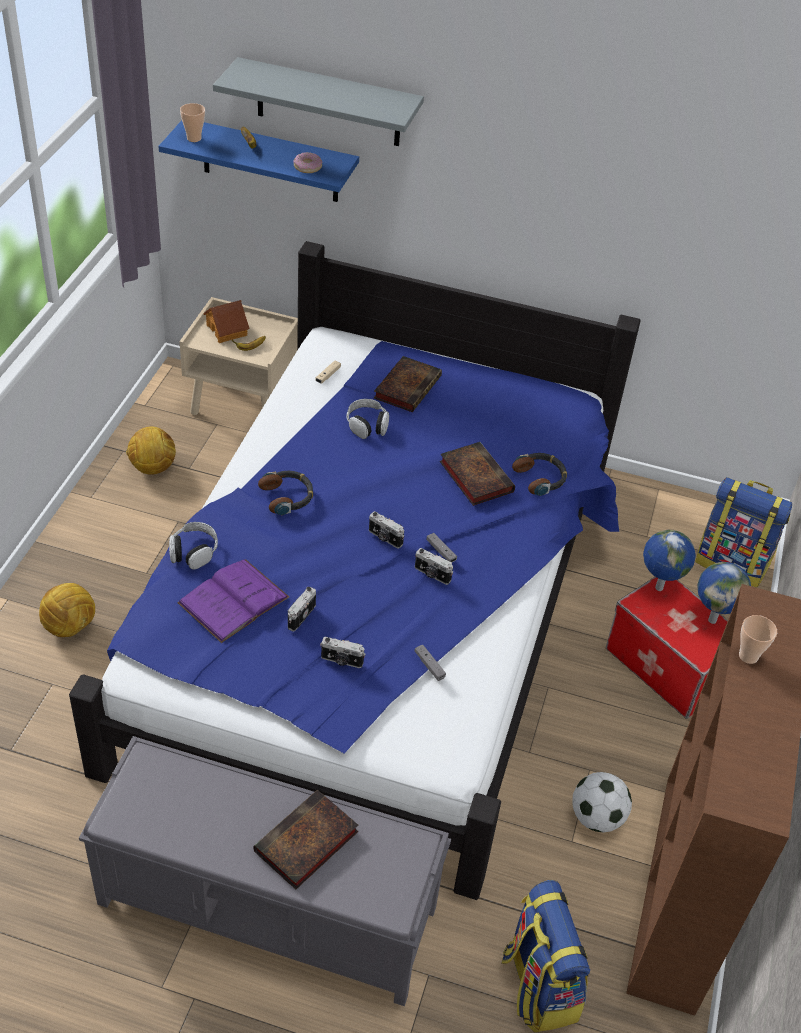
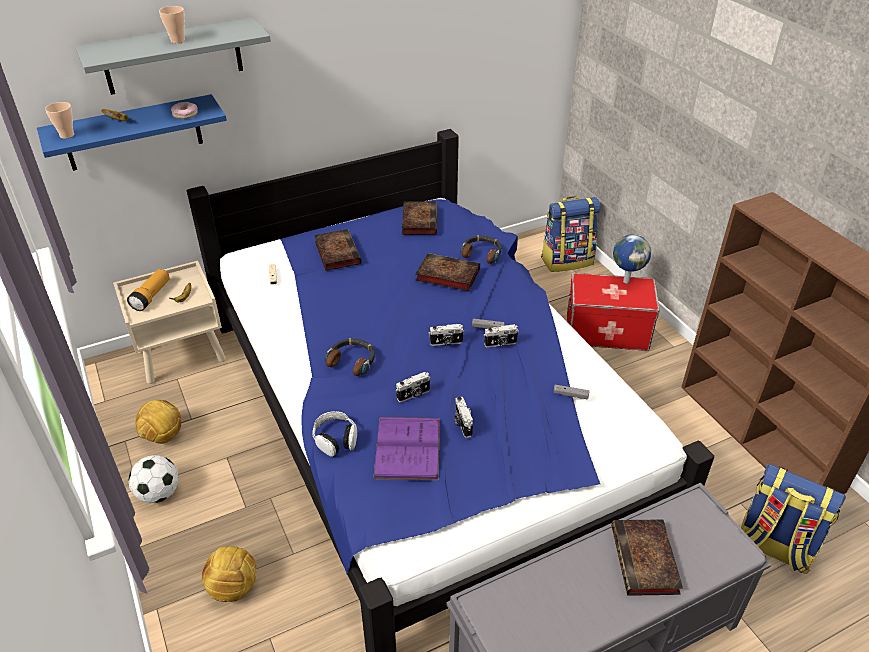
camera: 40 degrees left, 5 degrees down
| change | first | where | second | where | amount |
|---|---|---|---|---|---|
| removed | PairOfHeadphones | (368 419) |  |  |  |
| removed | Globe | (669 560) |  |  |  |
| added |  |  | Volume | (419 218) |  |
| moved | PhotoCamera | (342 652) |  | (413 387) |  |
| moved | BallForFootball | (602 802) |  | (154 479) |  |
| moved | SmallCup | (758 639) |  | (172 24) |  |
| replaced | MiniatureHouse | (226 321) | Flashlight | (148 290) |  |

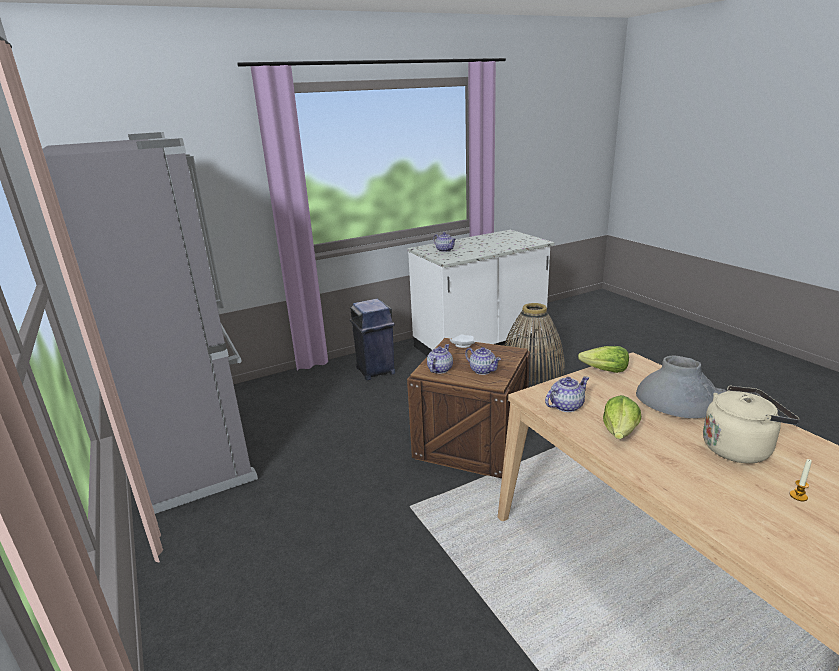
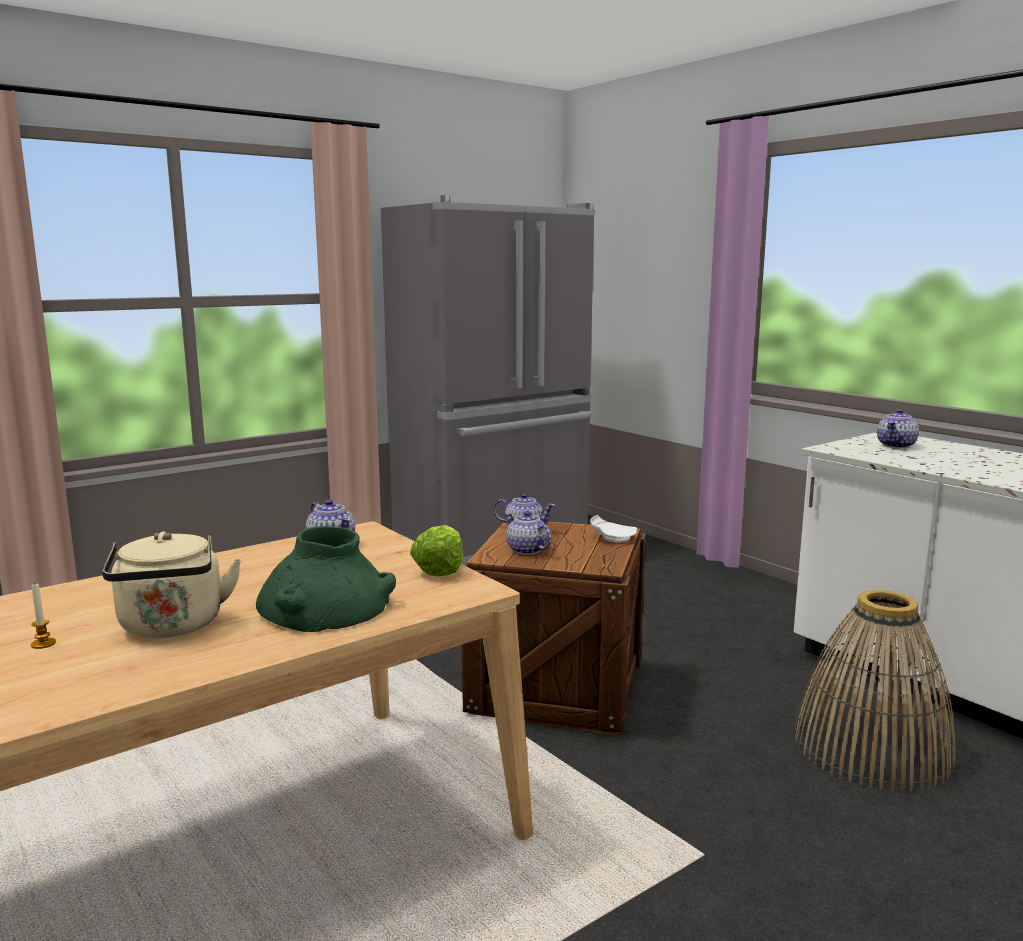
camera: 80 degrees right, 10 degrees down
| change | first | where | second | where | amount |
|---|---|---|---|---|---|
| removed | BlueRubbishBin | (372 339) |  |  |  |
| removed | HeadOfLettuce | (622 417) |  |  |  |
| recoloured | GreyVase | (681 387) | GreenVase | (326 579) |  |
| turned | TeaPot | (483 361) |  | (528 533) | 105 degrees clockwise |

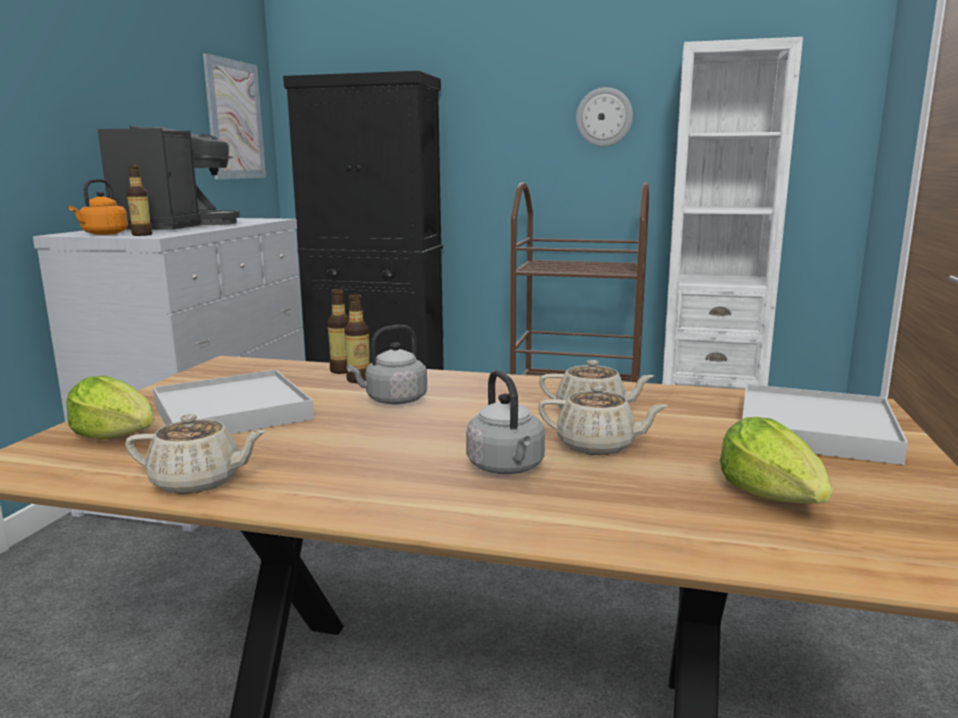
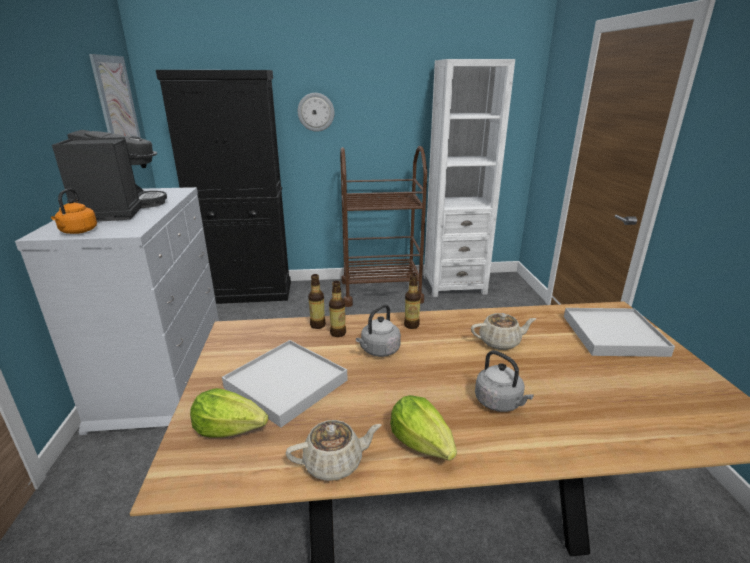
camera: 20 degrees left, 10 degrees up
| change | first | where | second | where | amount |
|---|---|---|---|---|---|
| removed | BeigeTeaPot | (603 420) |  |  |  |
| moved | BeverageBottle | (139 200) |  | (412 301) |  |
| moved | ClockOnTheWall | (604 117) |  | (316 112) |  |
| moved | HeadOfLettuce | (776 460) |  | (423 428) |  |

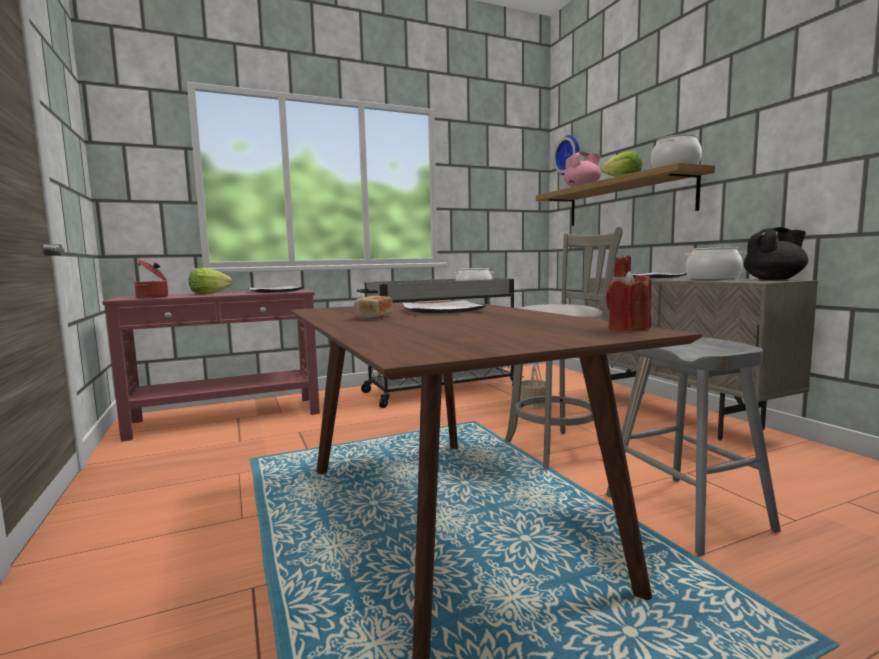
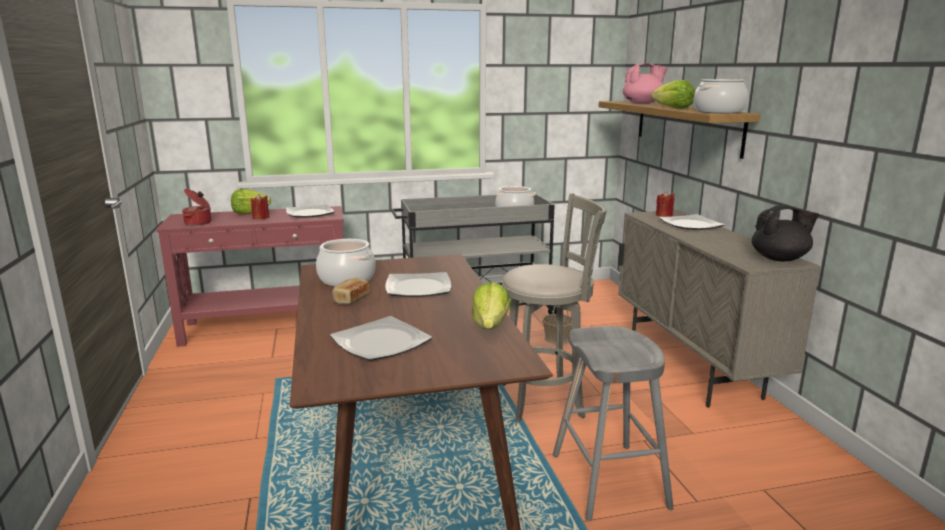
camera: 10 degrees right, 10 degrees up
| change | first | where | second | where | amount |
|---|---|---|---|---|---|
| removed | ClockOnTheWall | (566 155) |  |  |  |
| added |  |  | DinnerPlate | (381 338) |  |
| added |  |  | HeadOfLettuce | (491 305) |  |
| moved | ReddishCandle | (628 301) |  | (260 206) |  |
| moved | CookingPot | (715 263) |  | (346 262) |  |

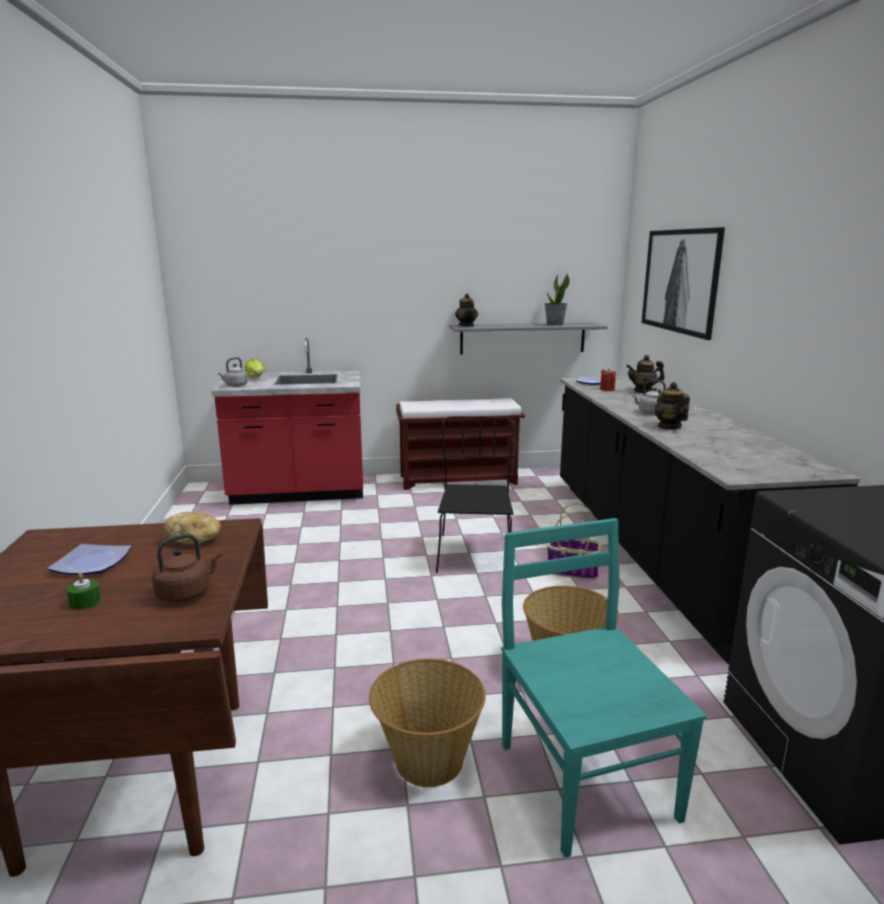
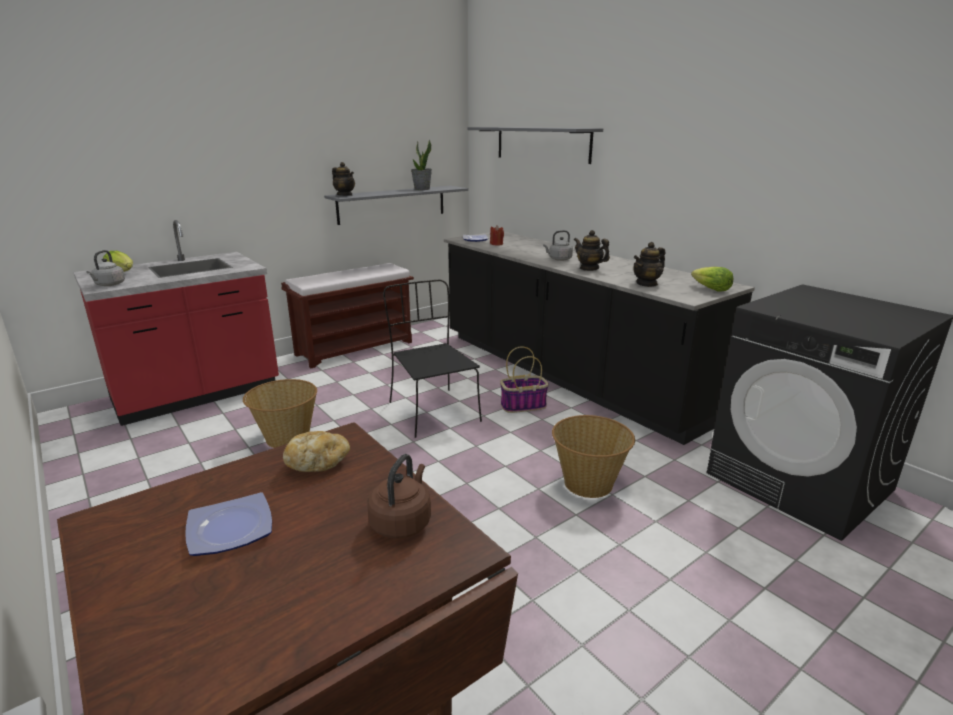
camera: 30 degrees left, 5 degrees up
| change | first | where | second | where | amount |
|---|---|---|---|---|---|
| removed | GreenCandle | (84 591) |  |  |  |
| removed | BlueGreenPlainChair | (604 688) |  |  |  |
| added |  |  | HeadOfLettuce | (712 279) |  |
| moved | StorageBasket | (427 723) |  | (280 413) |  |
| moved | TeaPot | (645 374) |  | (649 264) |  |
| replaced | WallArt | (683 283) | GreyWallShelf | (535 145) |  |

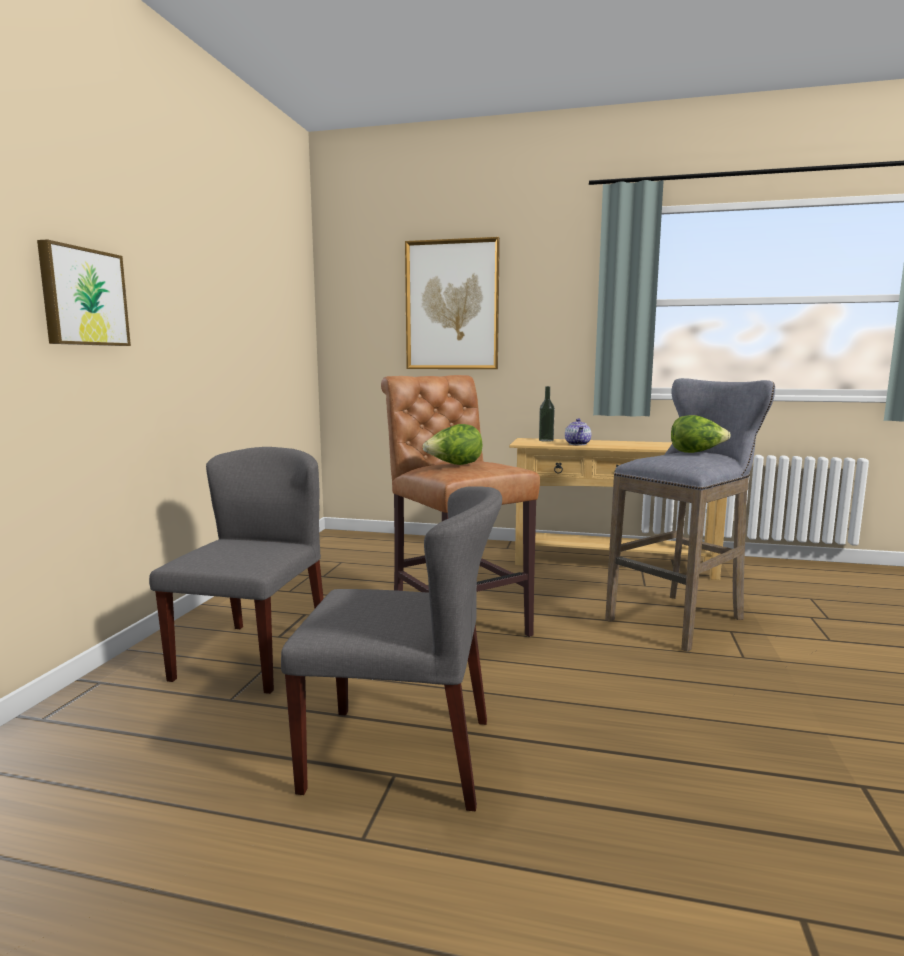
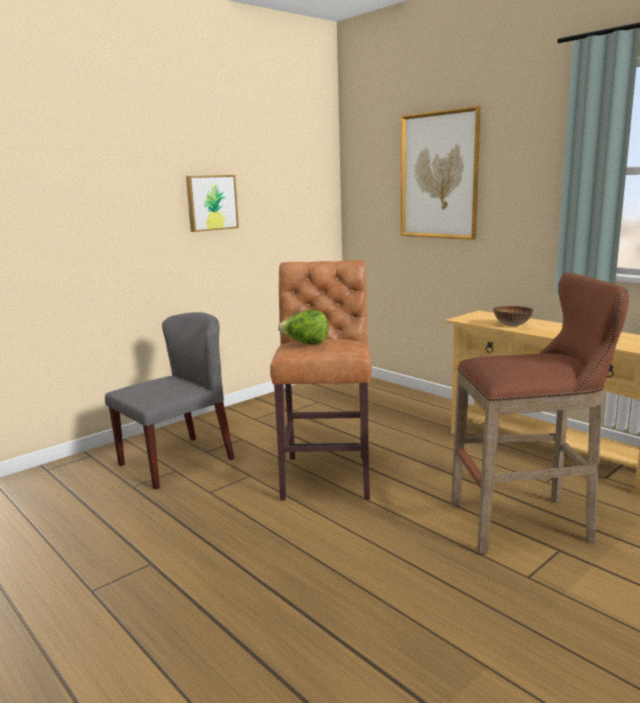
camera: 35 degrees right, 5 degrees up
| change | first | where | second | where | amount |
|---|---|---|---|---|---|
| removed | GreyPlainChair | (391 648) |  |  |  |
| removed | BeverageBottle | (547 414) |  |  |  |
| removed | HeadOfLettuce | (701 434) |  |  |  |
| moved | WallArt | (84 292) |  | (212 203) |  |
| replaced | TeaPot | (578 431) | Bowl | (513 316) |  |
| recoloured | GreyStoolSeat | (690 515) | BrownStoolSeat | (540 413) |  |

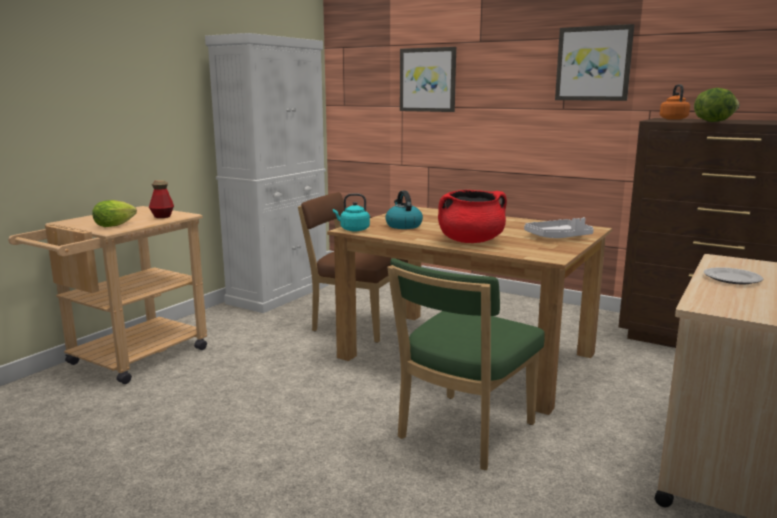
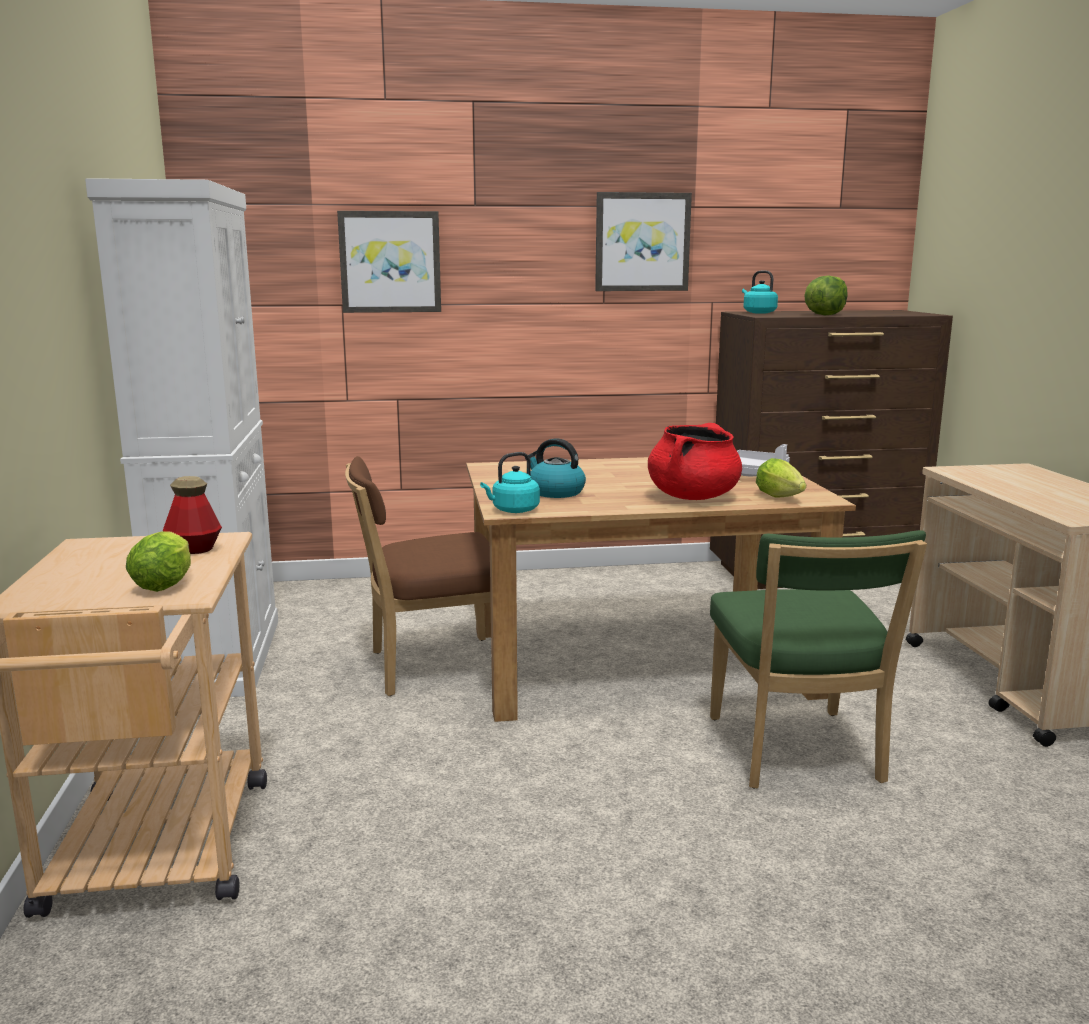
camera: 40 degrees left, 0 degrees up
| change | first | where | second | where | amount |
|---|---|---|---|---|---|
| removed | DinnerPlate | (733 275) |  |  |  |
| added |  |  | HeadOfLettuce | (781 478) |  |
| recoloured | OrangeyKettle | (675 102) | BlueGreenKettle | (760 292) |  |

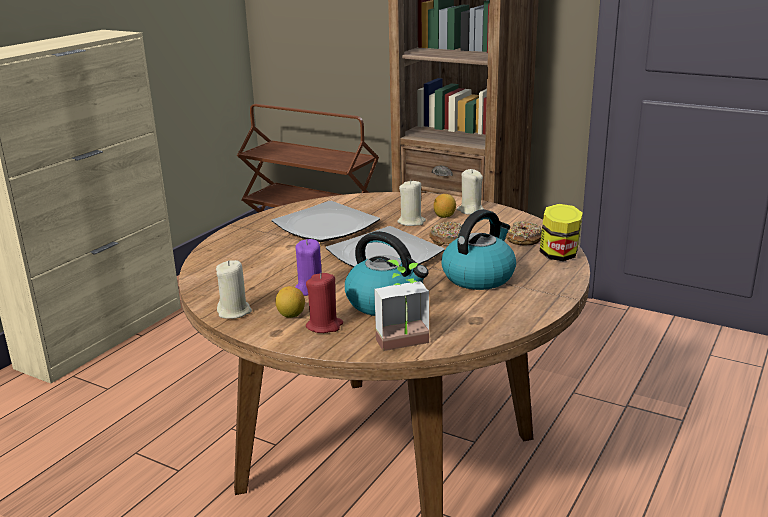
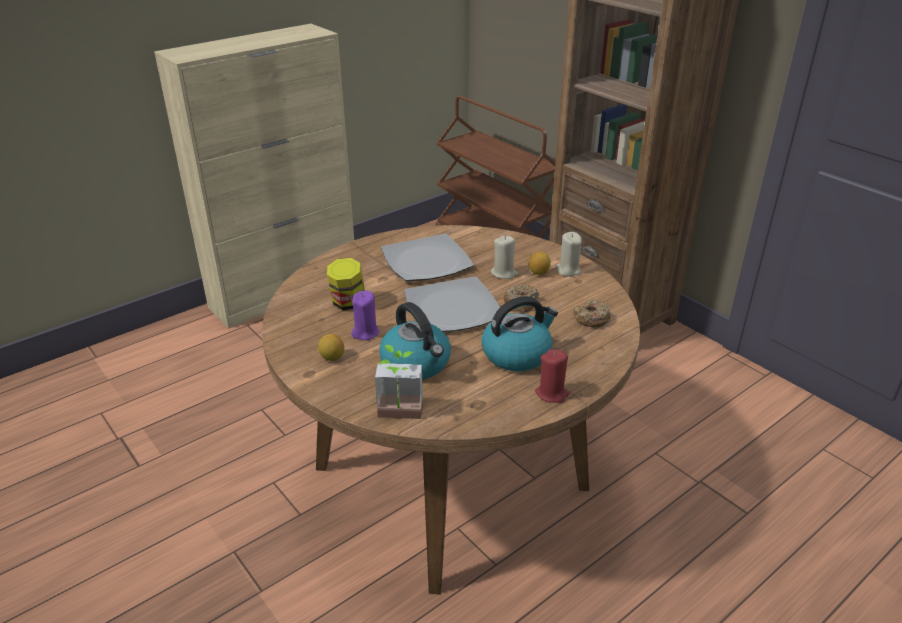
camera: 20 degrees right, 10 degrees up
| change | first | where | second | where | amount |
|---|---|---|---|---|---|
| removed | BeigeCandle | (234 289) |  |  |  |
| moved | ReddishCandle | (324 303) |  | (552 376) |  |
| moved | PreserveJar | (561 232) |  | (346 284) |  |

